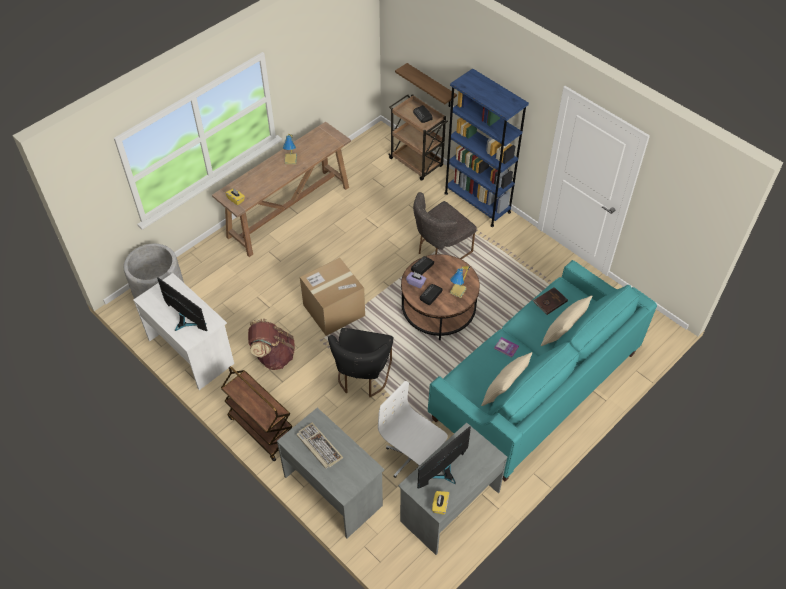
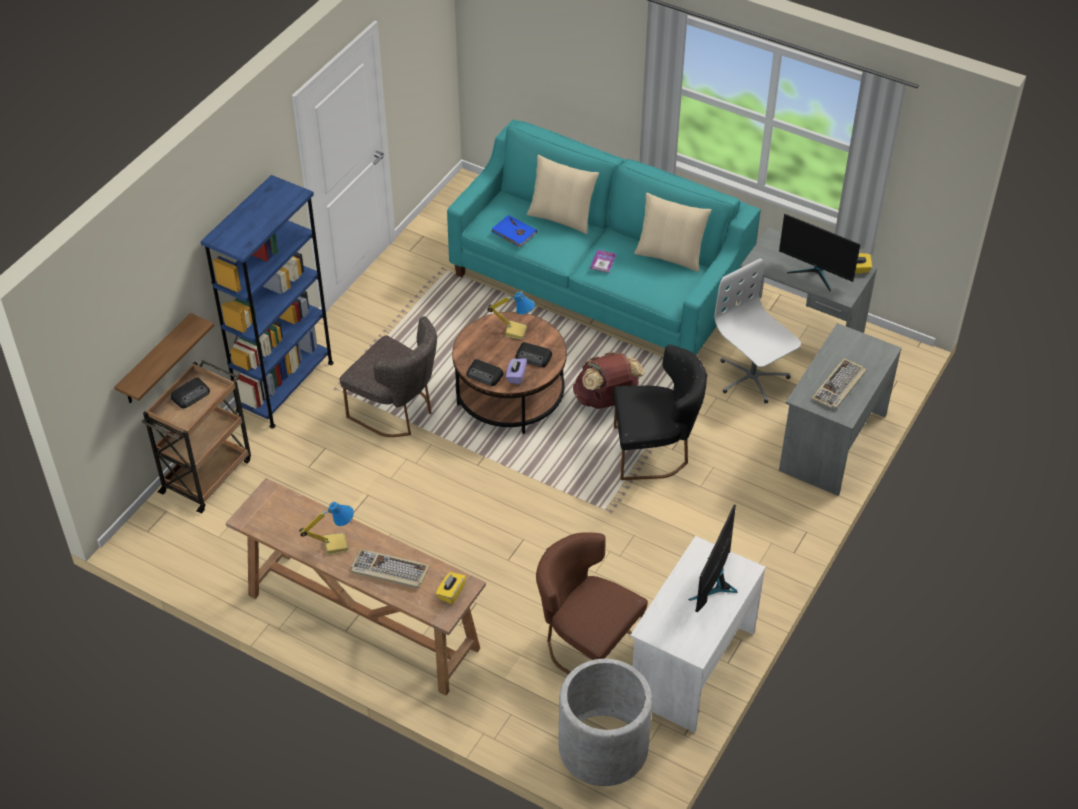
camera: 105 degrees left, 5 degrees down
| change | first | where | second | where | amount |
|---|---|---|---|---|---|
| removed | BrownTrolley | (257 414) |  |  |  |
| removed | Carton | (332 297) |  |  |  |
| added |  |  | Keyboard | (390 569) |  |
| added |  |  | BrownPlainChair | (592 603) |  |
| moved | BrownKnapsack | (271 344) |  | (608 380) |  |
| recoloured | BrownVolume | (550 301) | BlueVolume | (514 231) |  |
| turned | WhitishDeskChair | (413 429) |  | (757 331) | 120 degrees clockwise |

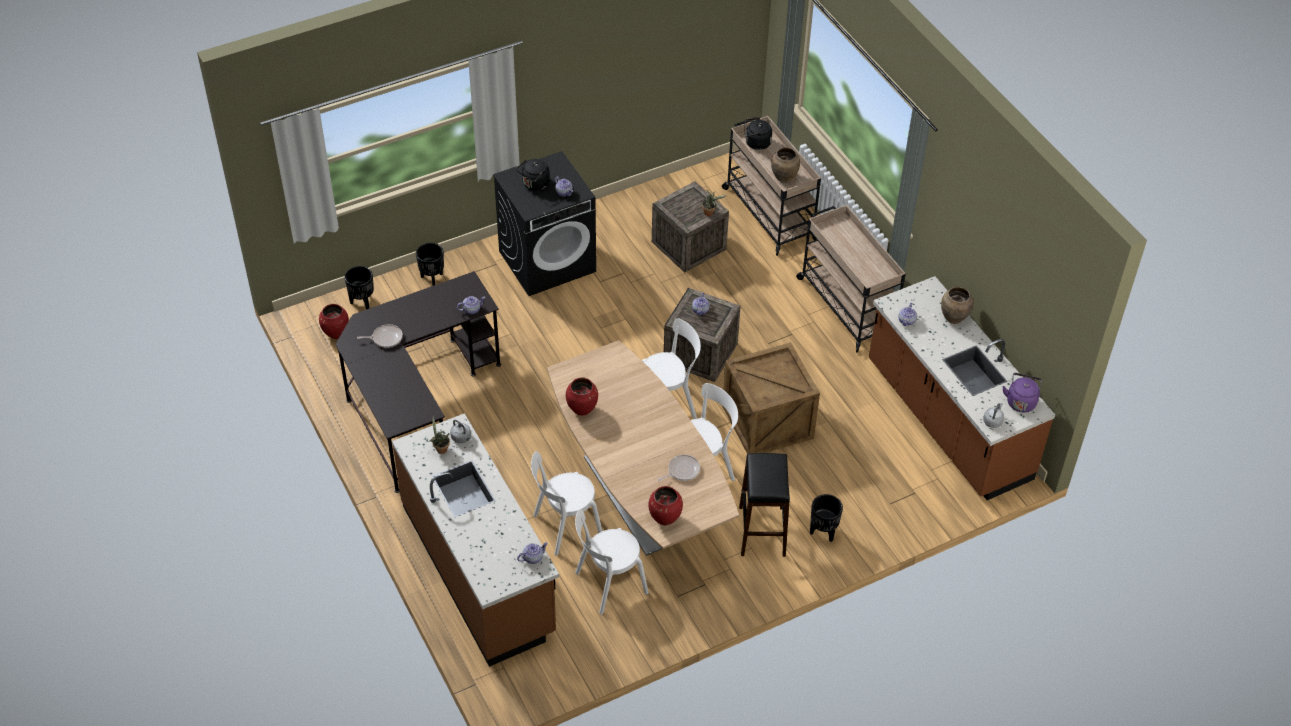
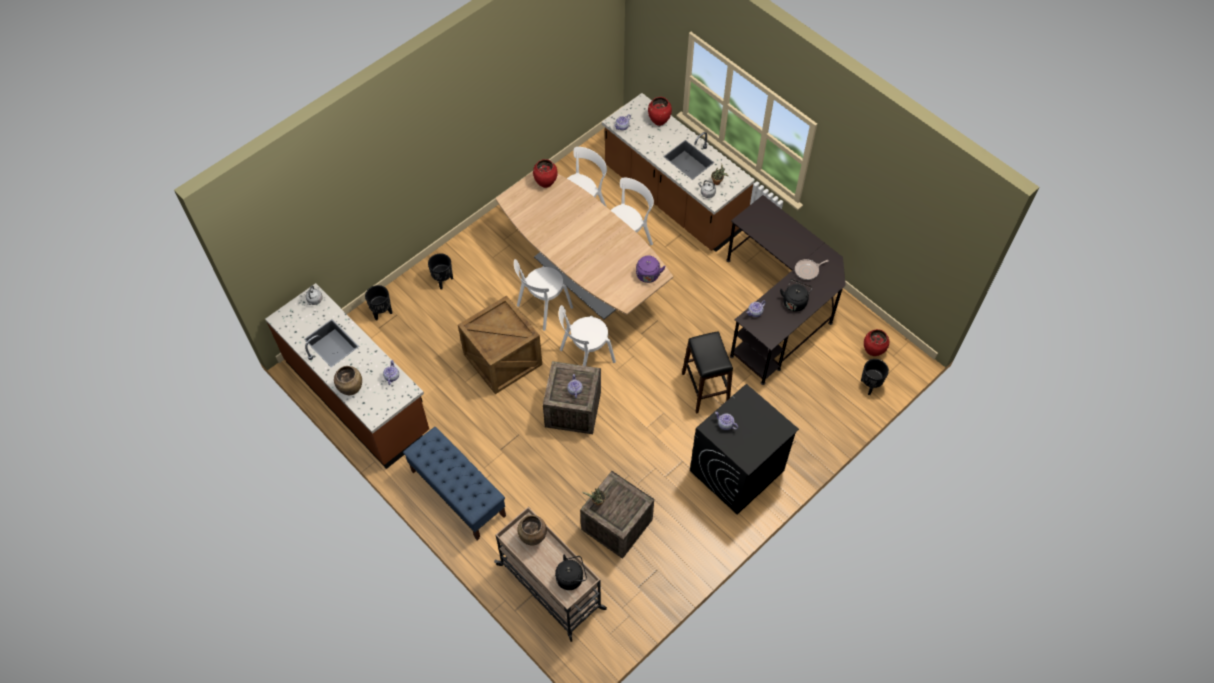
camera: 165 degrees right, 10 degrees up
| change | first | where | second | where | amount |
|---|---|---|---|---|---|
| removed | FryingPan | (679 468) |  |  |  |
| moved | BlackPlanter | (430 264) |  | (378 302) |  |
| moved | BlackKettle | (533 174) |  | (796 295) |  |
| moved | ReddishVase | (582 396) |  | (660 111) |  |
| moved | BlackStoolSeat | (764 505) |  | (707 372) |  |
| moved | PurplishKettle | (1022 392) |  | (651 269) |  |
| replaced | BeigeTrolley | (851 279) | BlueBench | (454 483) |  |

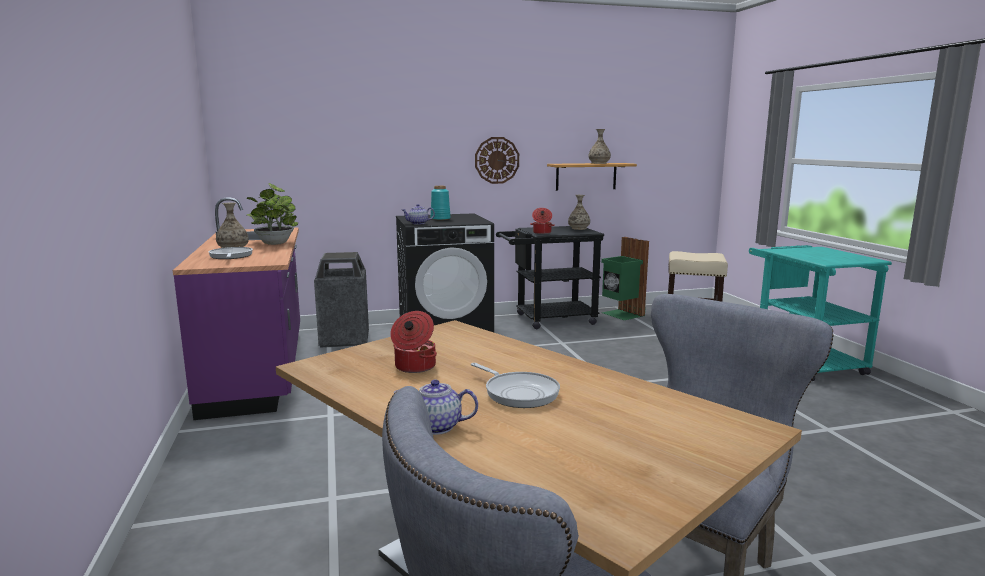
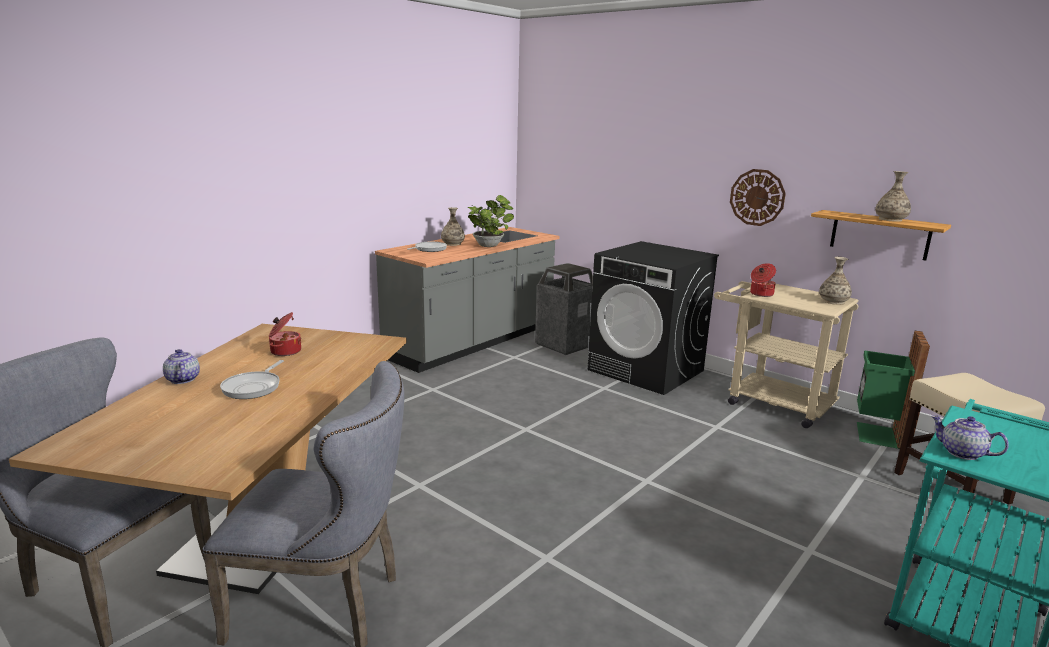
camera: 55 degrees right, 5 degrees up
| change | first | where | second | where | amount |
|---|---|---|---|---|---|
| removed | BlueGreenVase | (440 203) |  |  |  |
| moved | TeaPot | (418 214) |  | (970 437) |  |
| recoloured | PurplishKitchenCounter | (236 308) | GreyKitchenCounter | (467 287) |  |
| recoloured | BlackTrolley | (550 277) | BeigeTrolley | (786 354) |  |

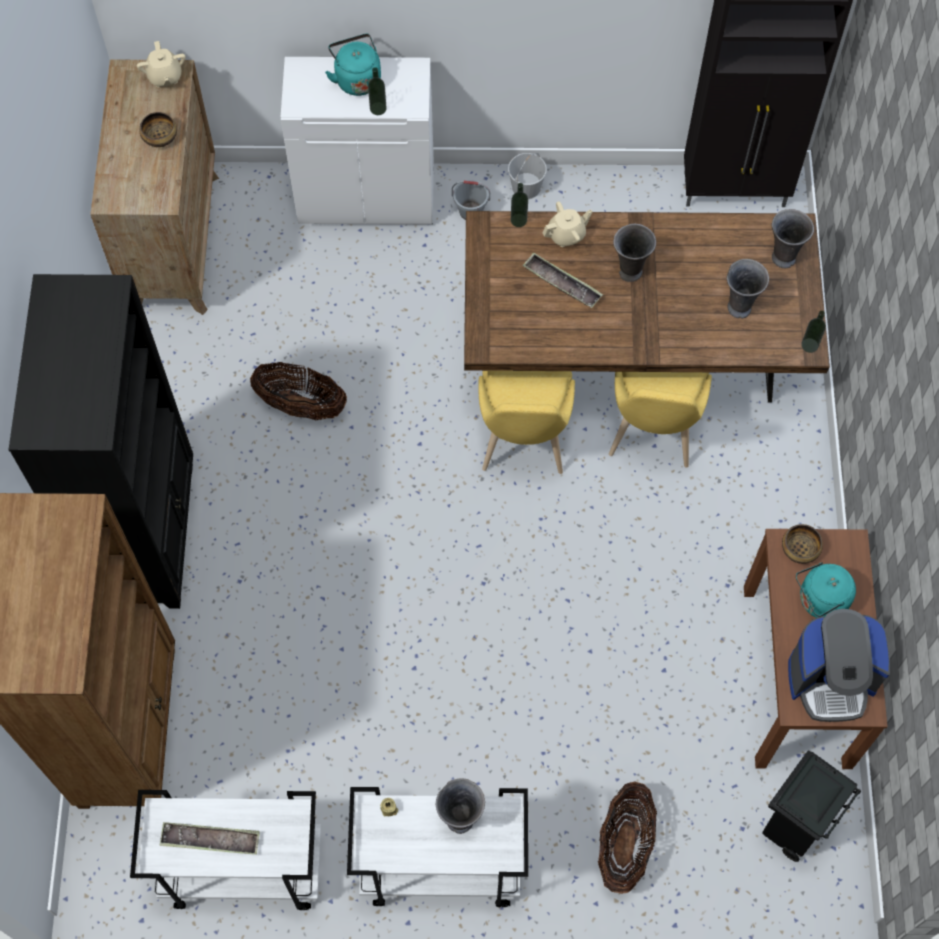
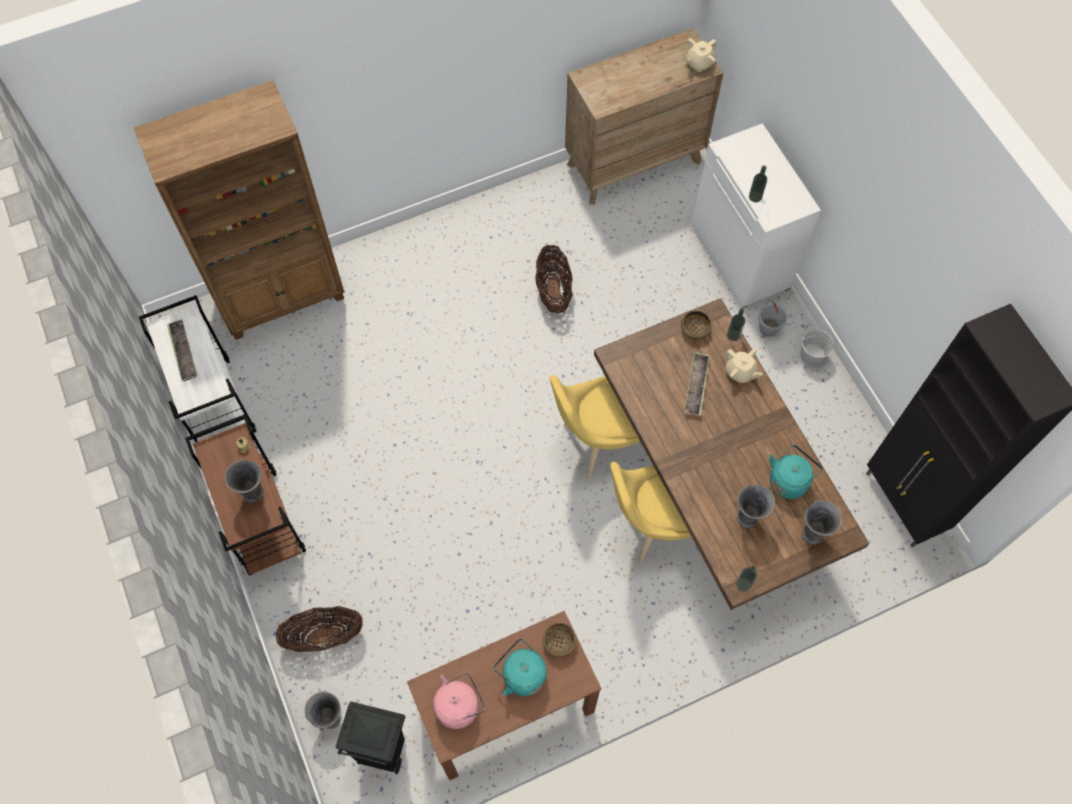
camera: 65 degrees right, 0 degrees up
| change | first | where | second | where | amount |
|---|---|---|---|---|---|
| removed | BlackBookcase | (100 441) |  |  |  |
| moved | Bowl | (158 129) |  | (696 325) |  |
| moved | BlueGreenKettle | (353 65) |  | (796 472) |  |
| moved | GreyVase | (634 253) |  | (323 710) |  |
| replaced | CoffeeBrewer | (839 665) | PinkKettle | (459 700) |  |
| recoloured | WhitishTrolley | (437 847) | BrownTrolley | (245 495) |  |

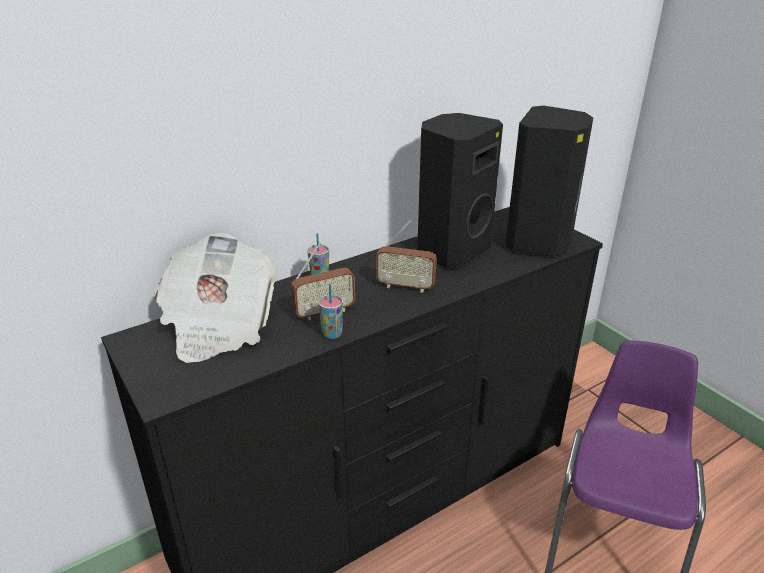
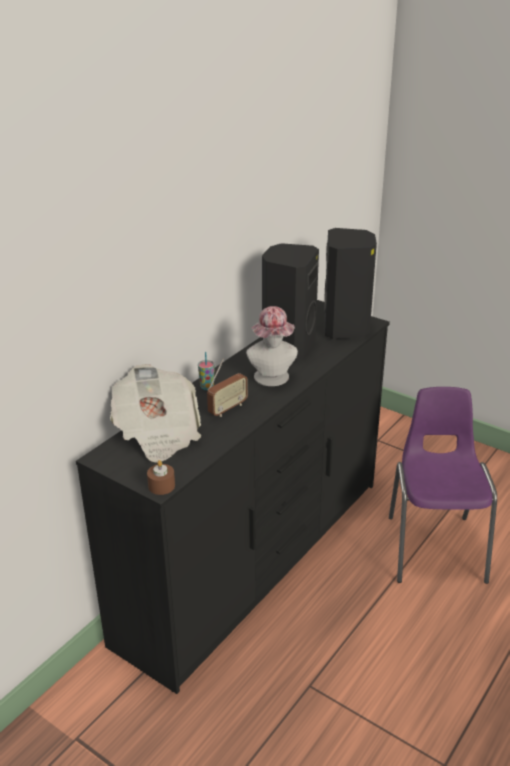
camera: 20 degrees left, 0 degrees up
| change | first | where | second | where | amount |
|---|---|---|---|---|---|
| removed | SmallCup | (330 311) |  |  |  |
| added |  |  | BrownCandle | (161 477) |  |
| replaced | RadioSet | (406 256) | Hat | (272 346) |  |

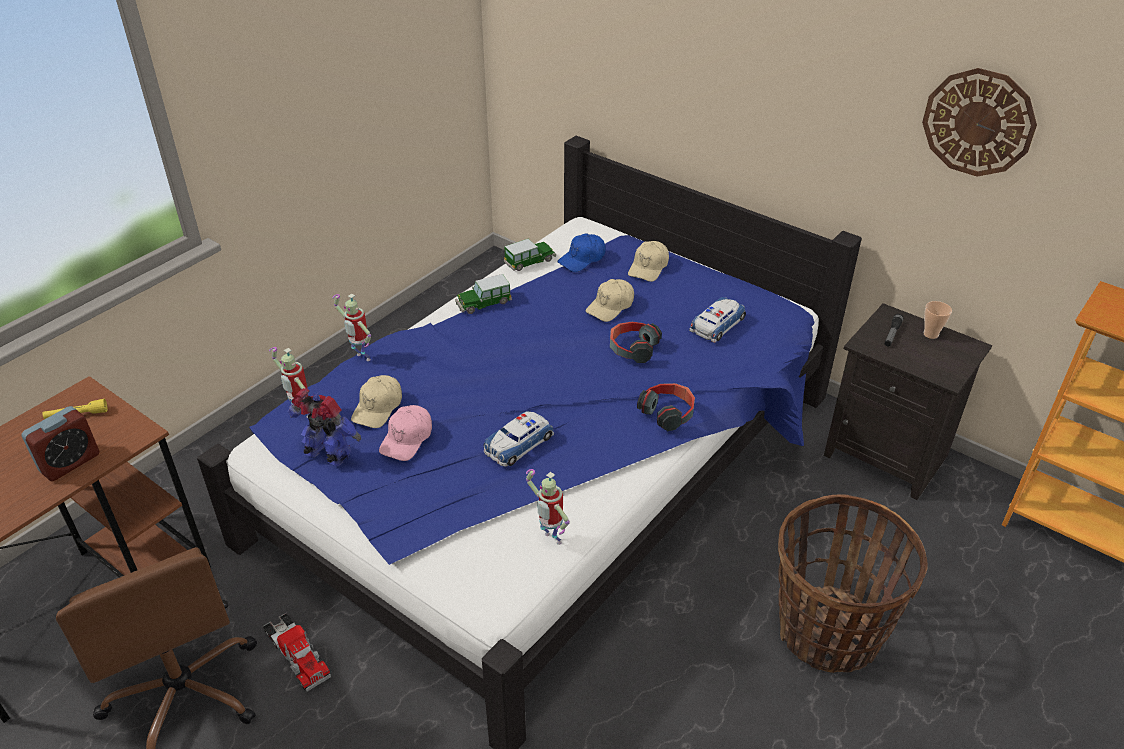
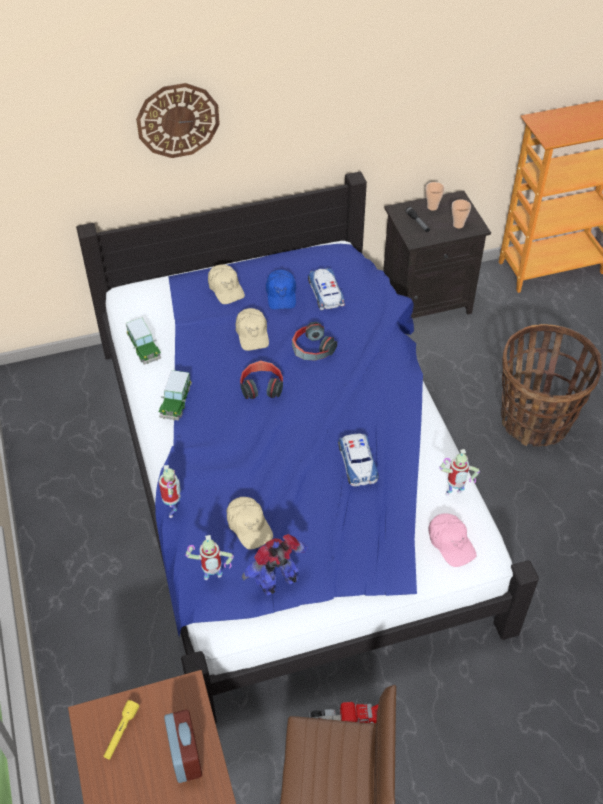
camera: 55 degrees left, 10 degrees up
| change | first | where | second | where | amount |
|---|---|---|---|---|---|
| added |  |  | SmallCup | (461 214) |  |
| moved | PinkCap | (405 433) |  | (452 540) |  |
| moved | BlueCap | (581 252) |  | (281 290) |  |
| moved | PairOfHeadphones | (666 407) |  | (261 379) |  |
| moved | ClockOnTheWall | (979 122) |  | (178 120) |  |
| turned | ModelRobot | (351 327) |  | (170 491) | 75 degrees counterclockwise |
| turned | ModelCar | (530 255) |  | (143 341) | 150 degrees clockwise |

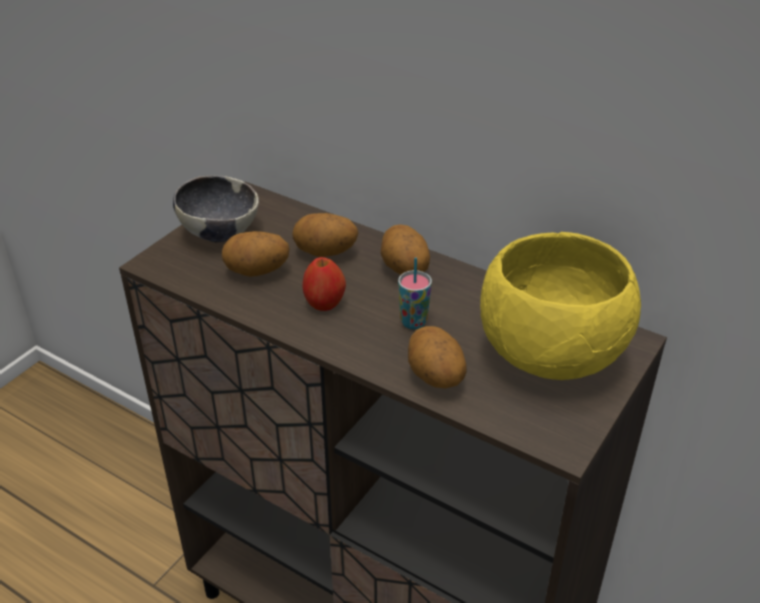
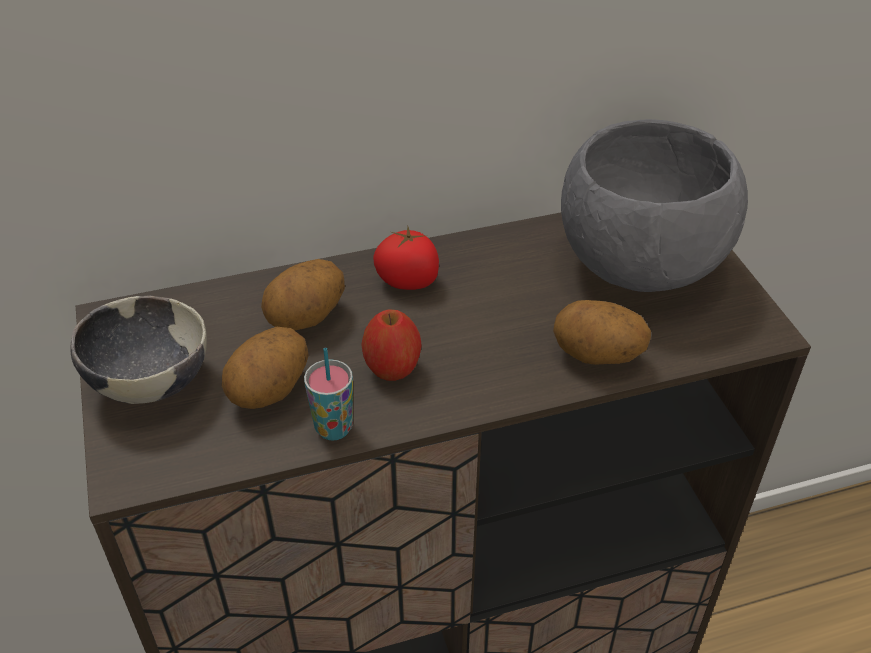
camera: 50 degrees left, 5 degrees up
| change | first | where | second | where | amount |
|---|---|---|---|---|---|
| moved | SmallCup | (415 293) |  | (328 394) |  |
| replaced | Spud | (405 250) | WholeTomato | (406 258) |  |
| recoloured | YellowishBowl | (560 306) | GreyBowl | (654 205) |  |

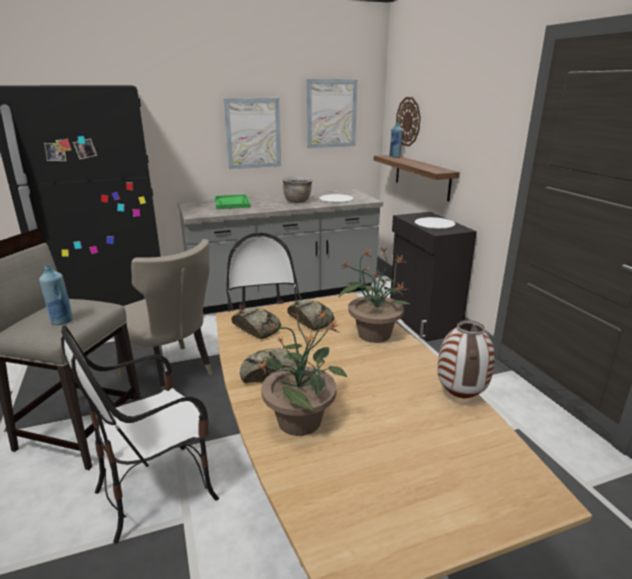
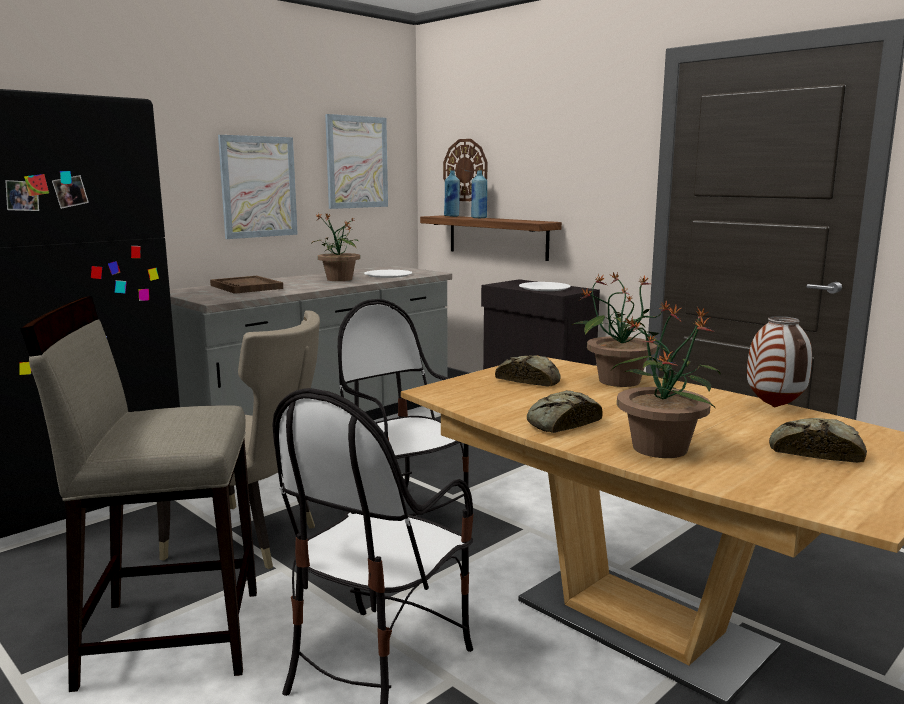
camera: 25 degrees left, 10 degrees down
| change | first | where | second | where | amount |
|---|---|---|---|---|---|
| moved | BlueBeverageBottle | (56 294) |  | (479 194) |  |
| moved | BakedBread | (256 323) |  | (818 440) |  |
| replaced | BrownCookingPot | (297 190) | Houseplant | (335 247) |  |
| recoloured | GreenCarryingTray | (232 201) | BrownCarryingTray | (246 285) |  |

